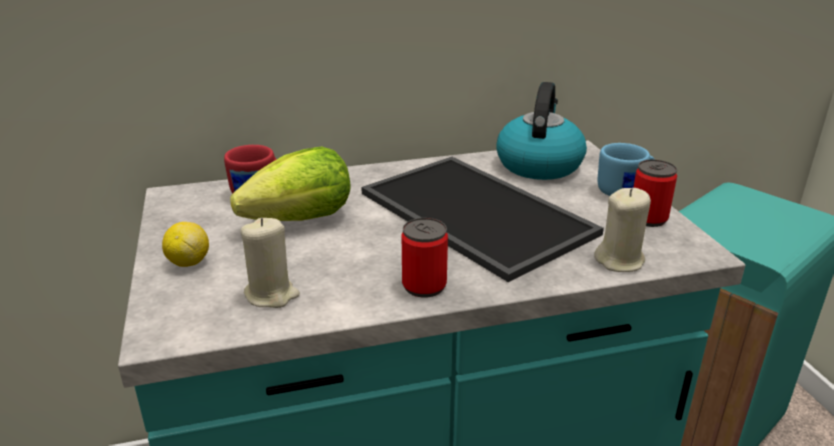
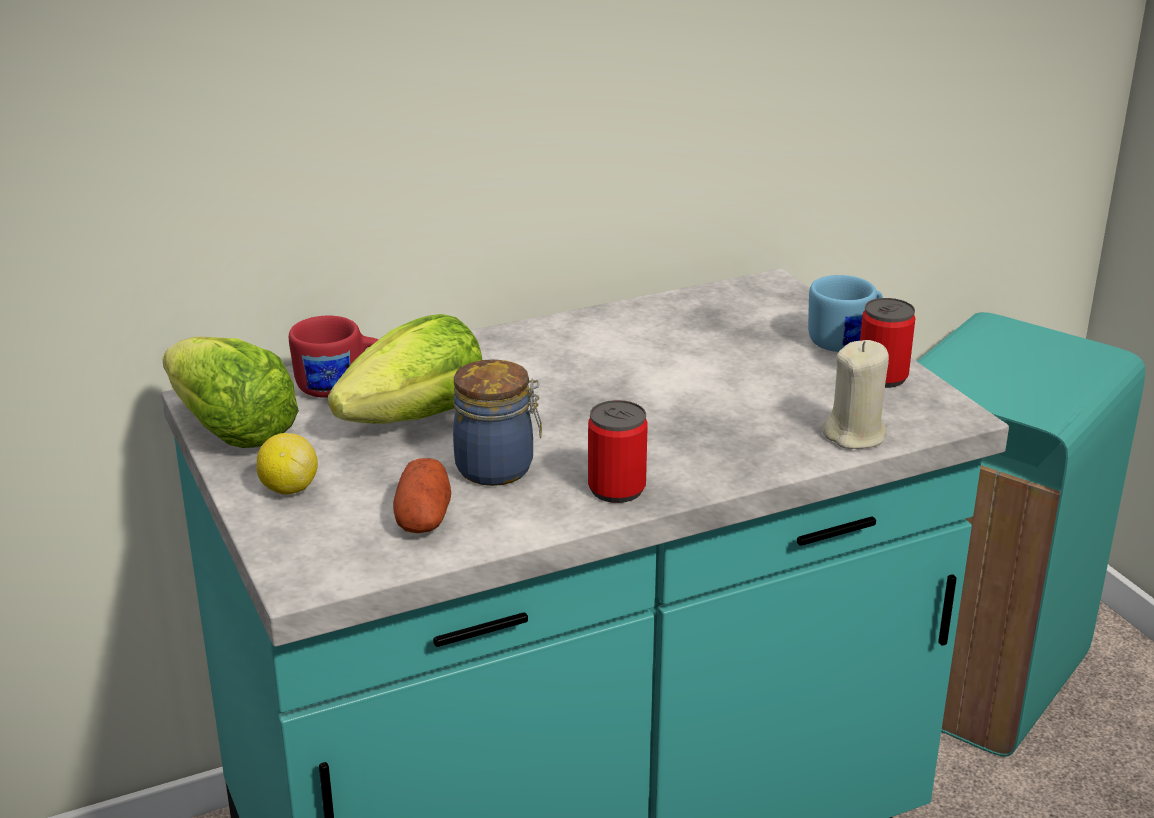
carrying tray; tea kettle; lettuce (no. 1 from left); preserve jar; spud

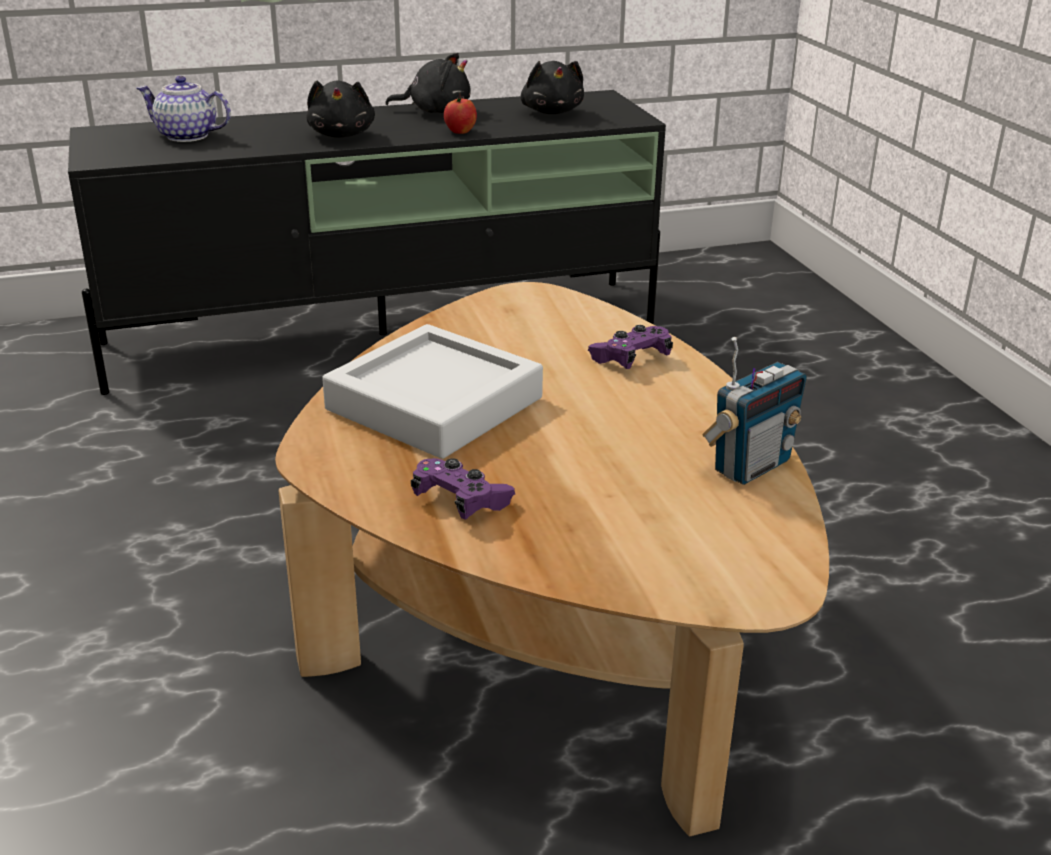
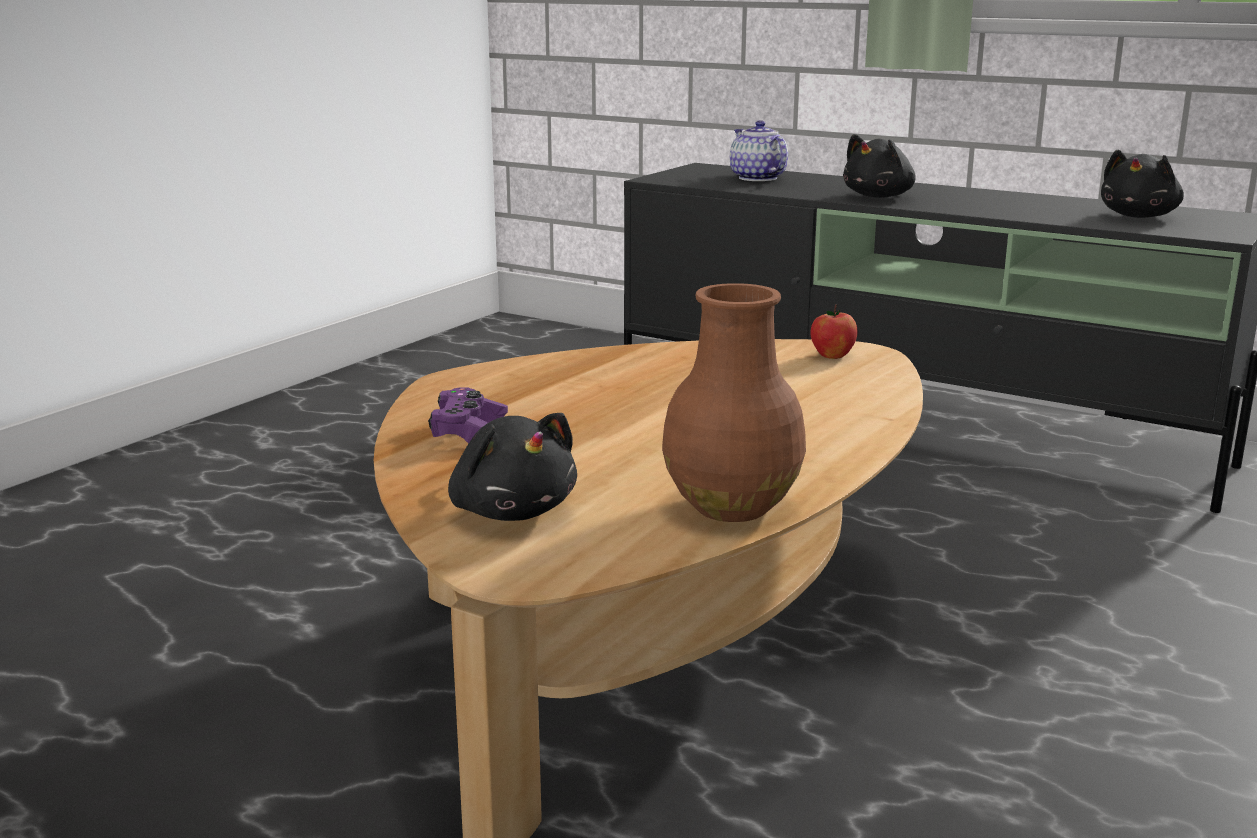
carrying tray in greyish; gamepad in purple-coloured (no. 2 from left in the first image); soft toy in black (no. 1 from left); apple; vase in brown-coloured

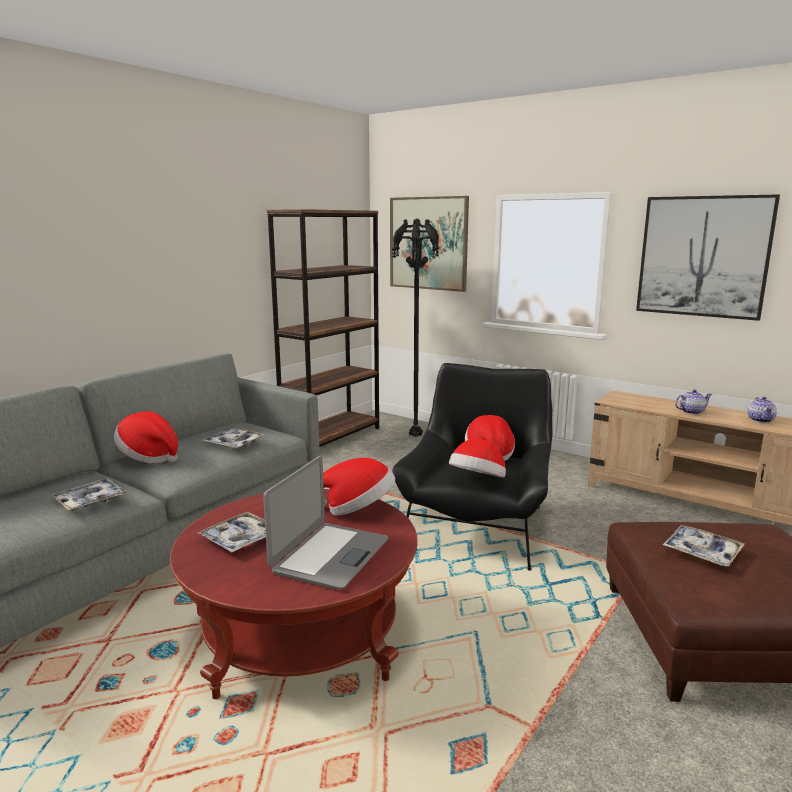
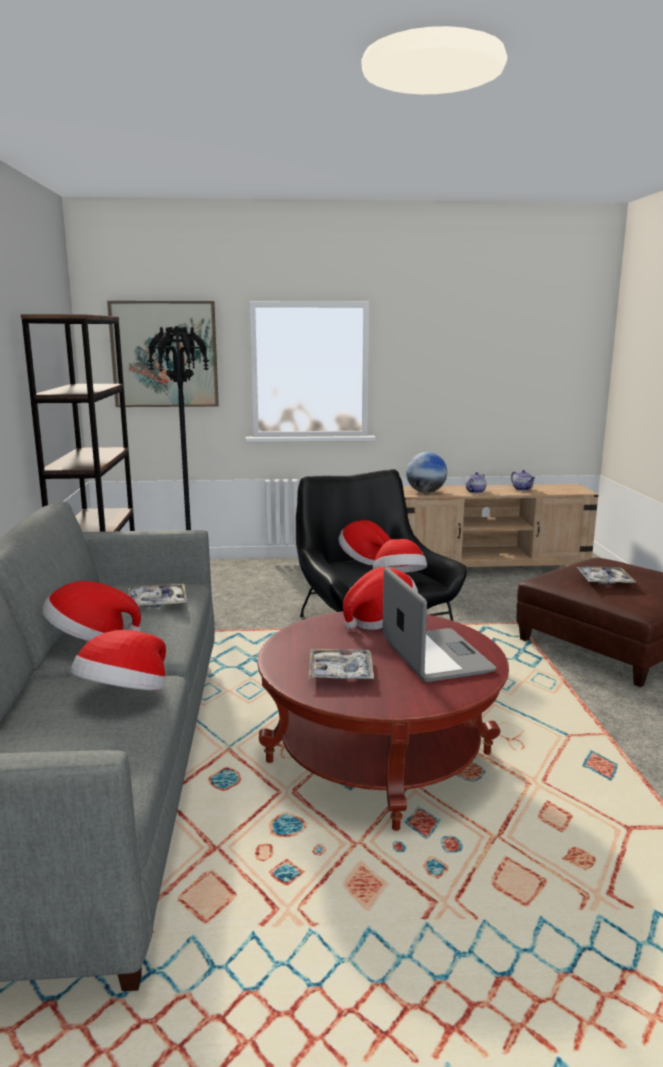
wall art (no. 2 from left in the first image); globe; clothing hat (no. 2 from left)

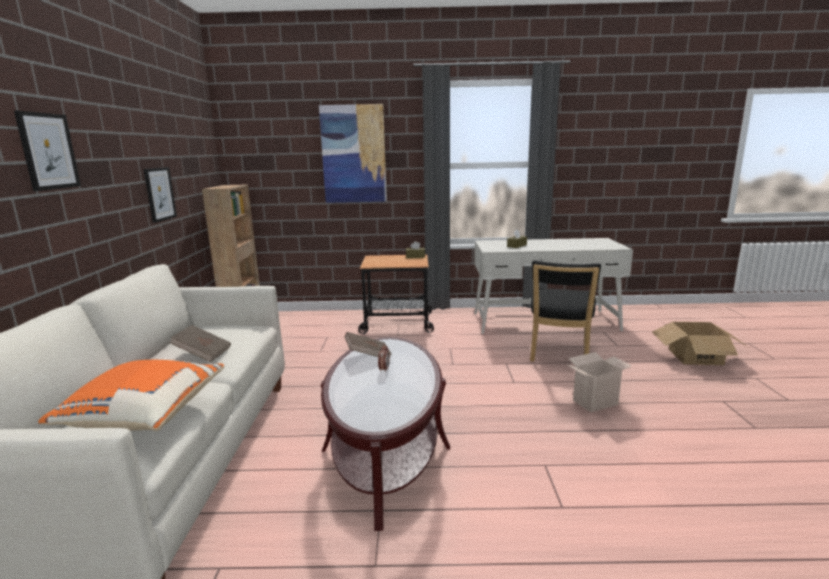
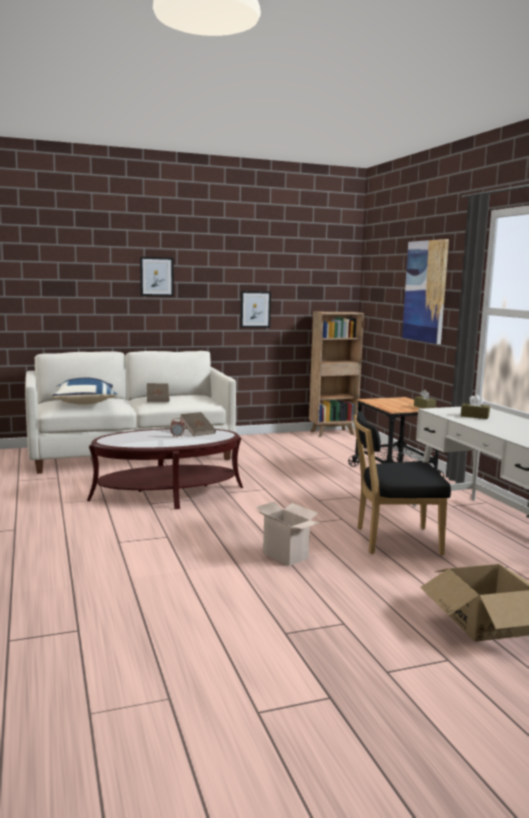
cushion in bluish

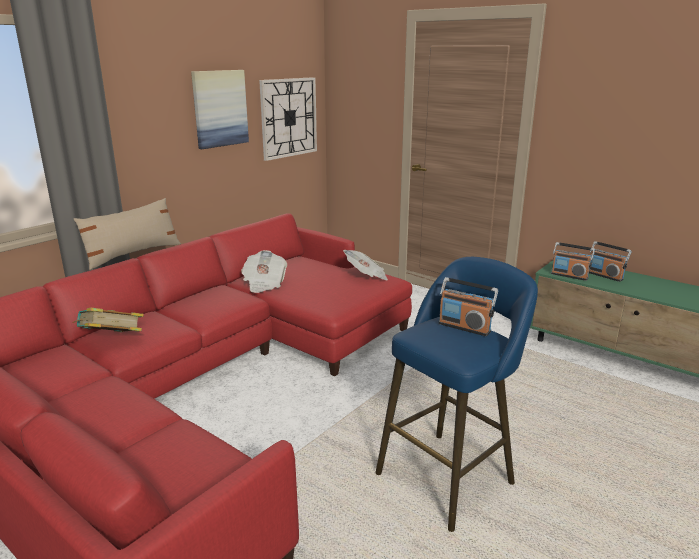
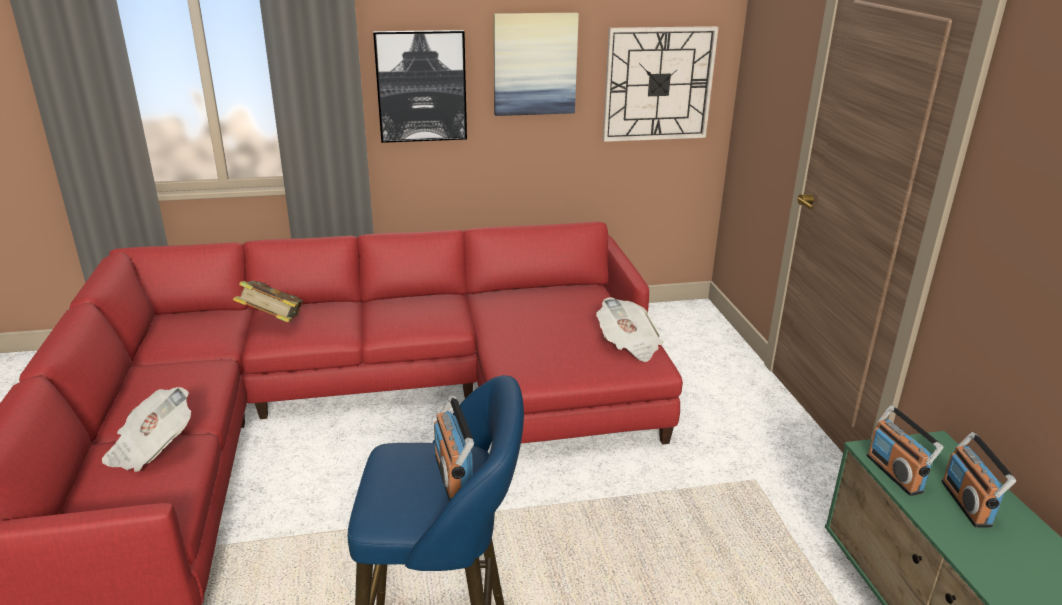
cushion in beige-coloured; wall art (no. 1 from left); daily paper (no. 1 from left)

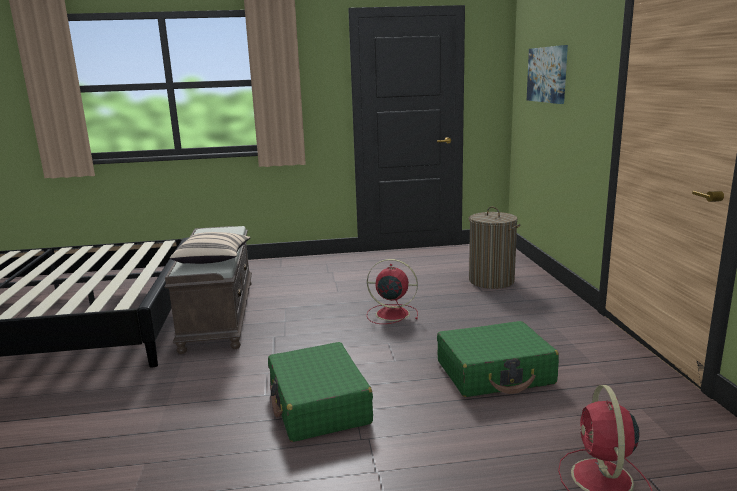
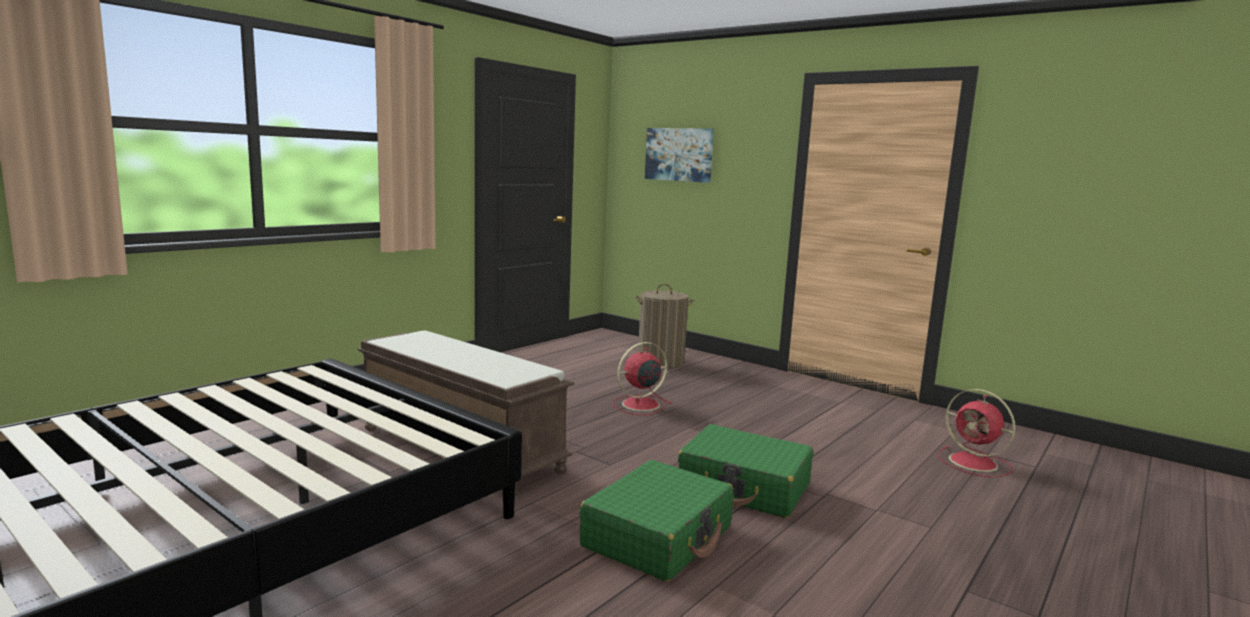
cushion in beige-coloured; travel case in greenish (no. 1 from left)

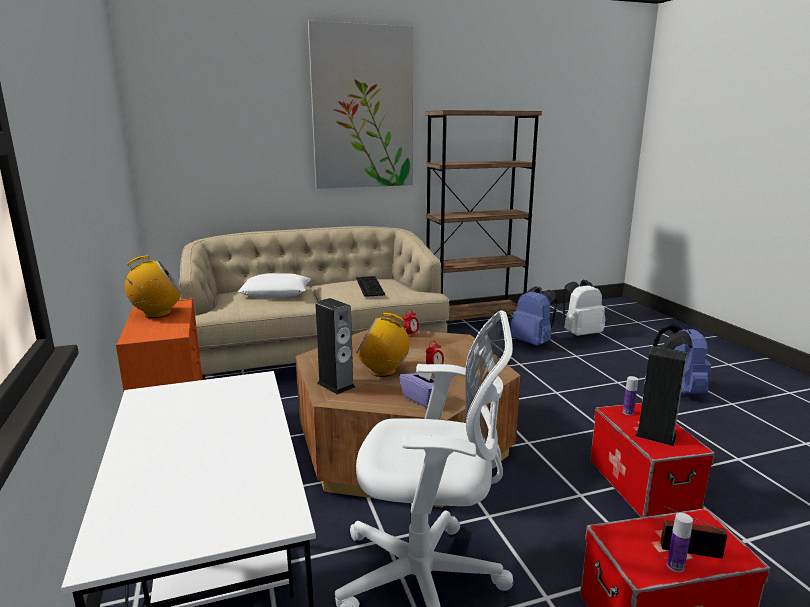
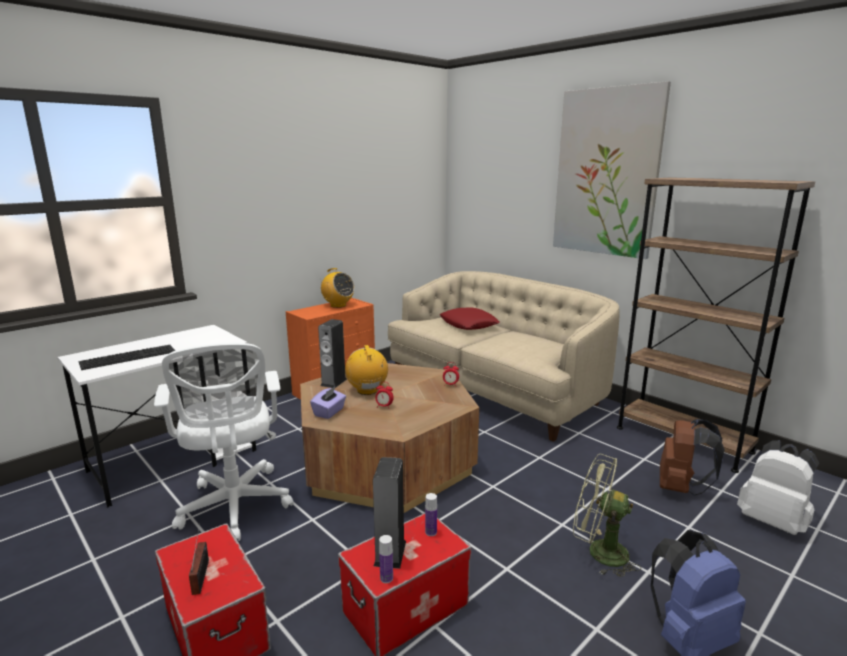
fan in greenish; keyboard; beverage bottle (no. 1 from left); cushion in reddish; knapsack in brown-coloured

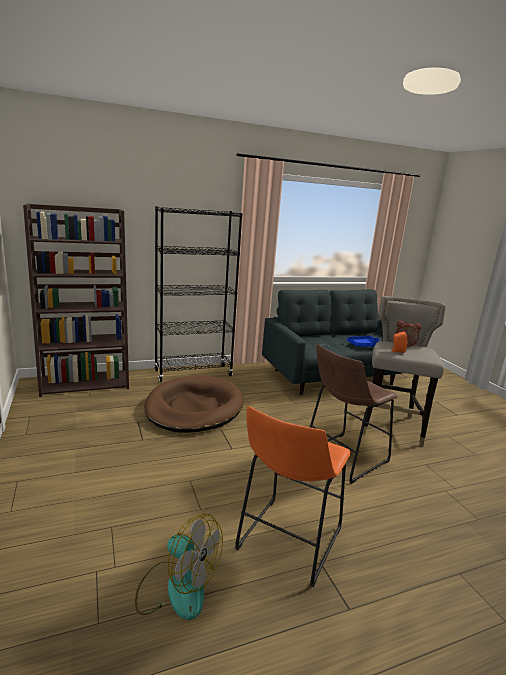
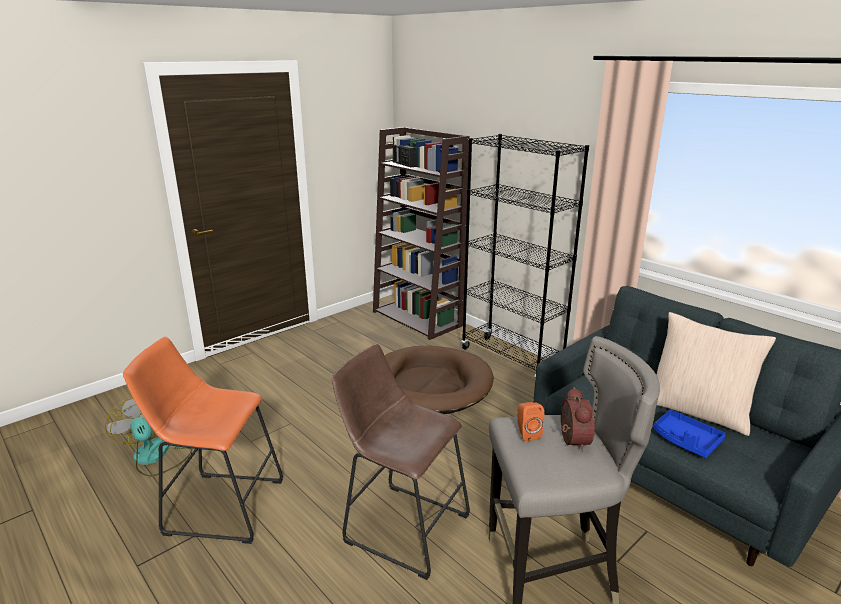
radio; cushion in beige-coloured; fan

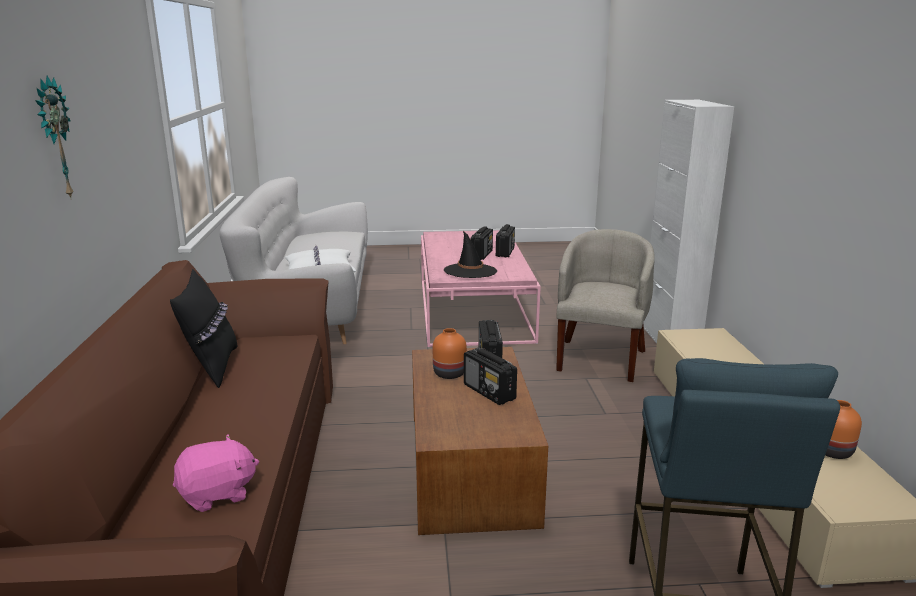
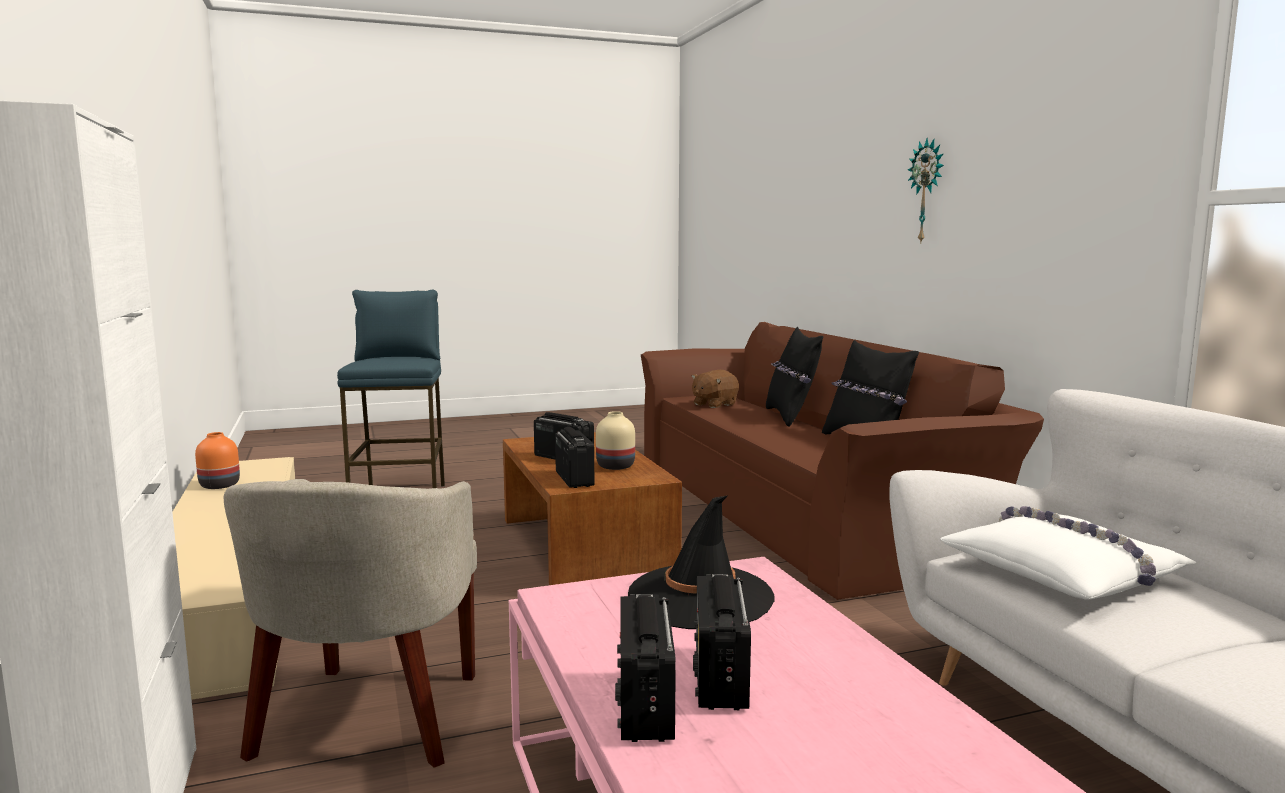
cushion in black (no. 1 from left); soft toy in brown-coloured; vase in beige-coloured

